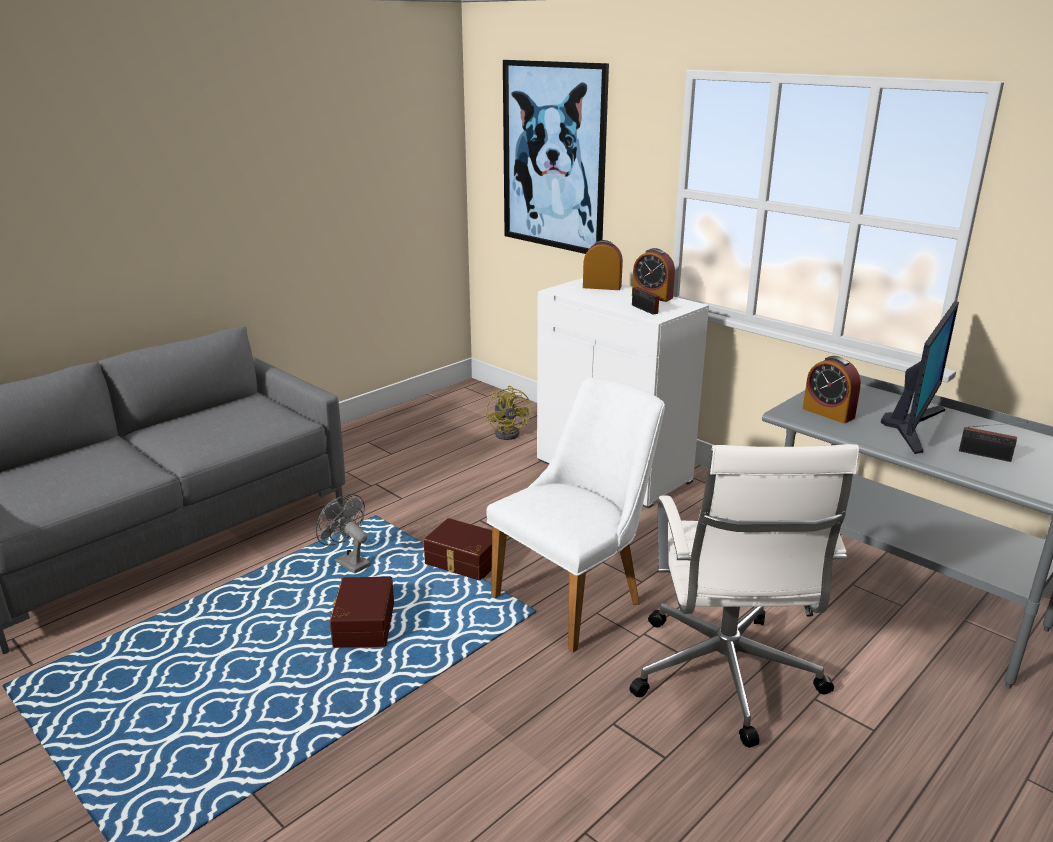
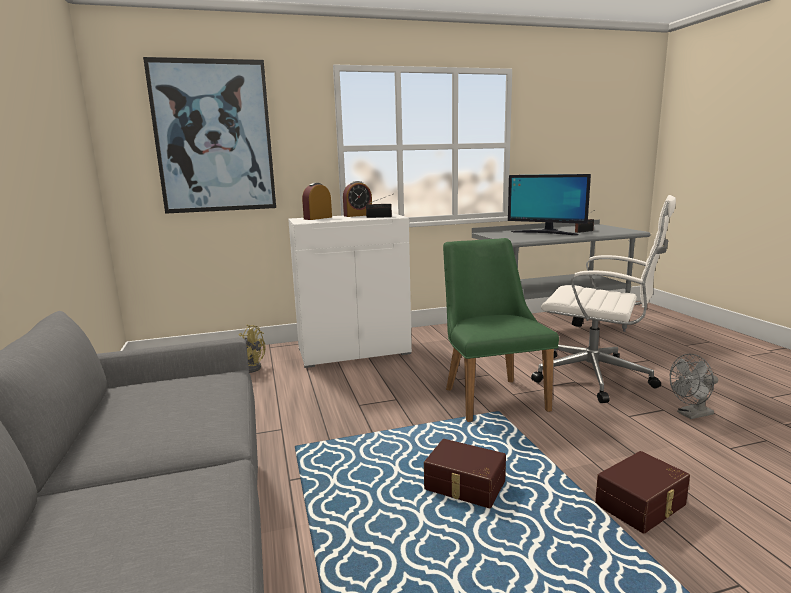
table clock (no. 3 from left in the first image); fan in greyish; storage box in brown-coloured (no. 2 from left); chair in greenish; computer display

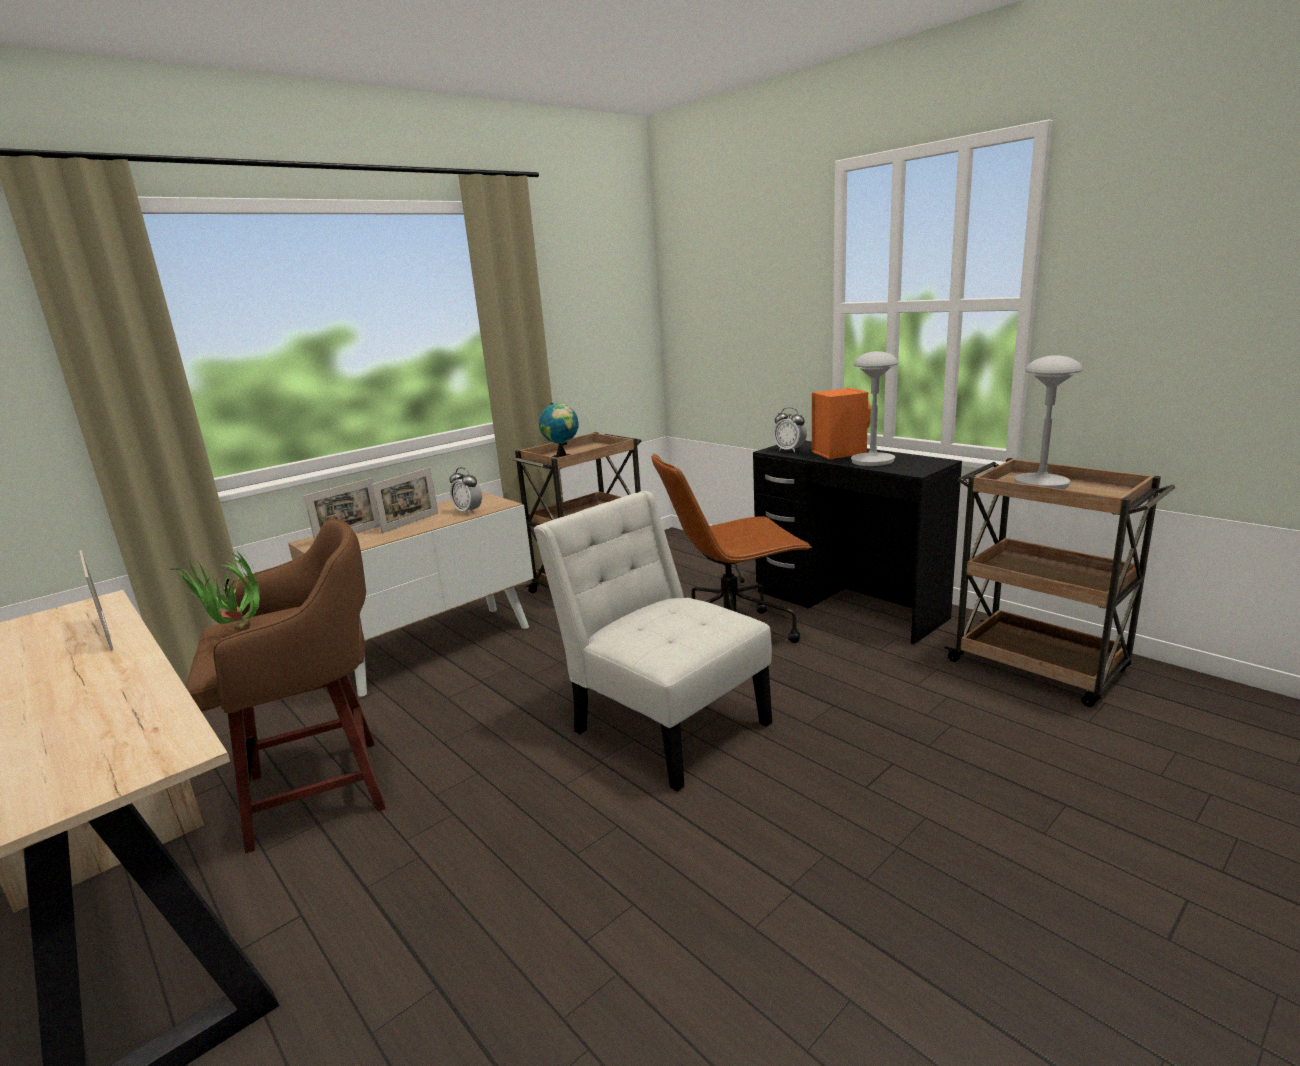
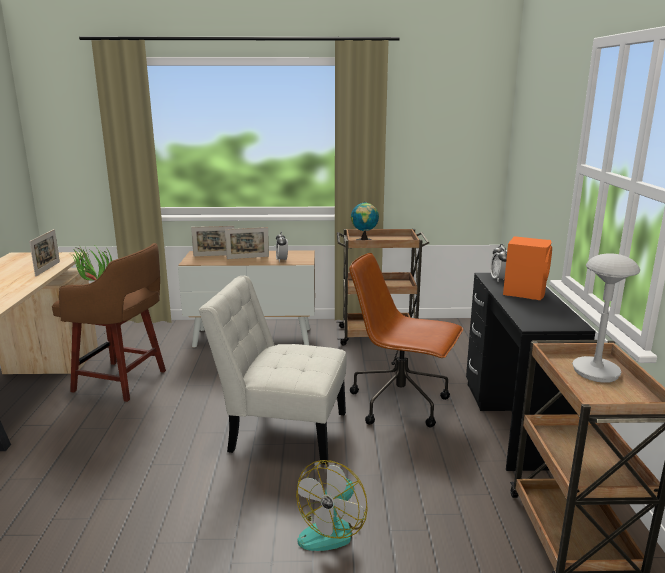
lamp for a table in greyish (no. 1 from left in the first image); fan; chair in white

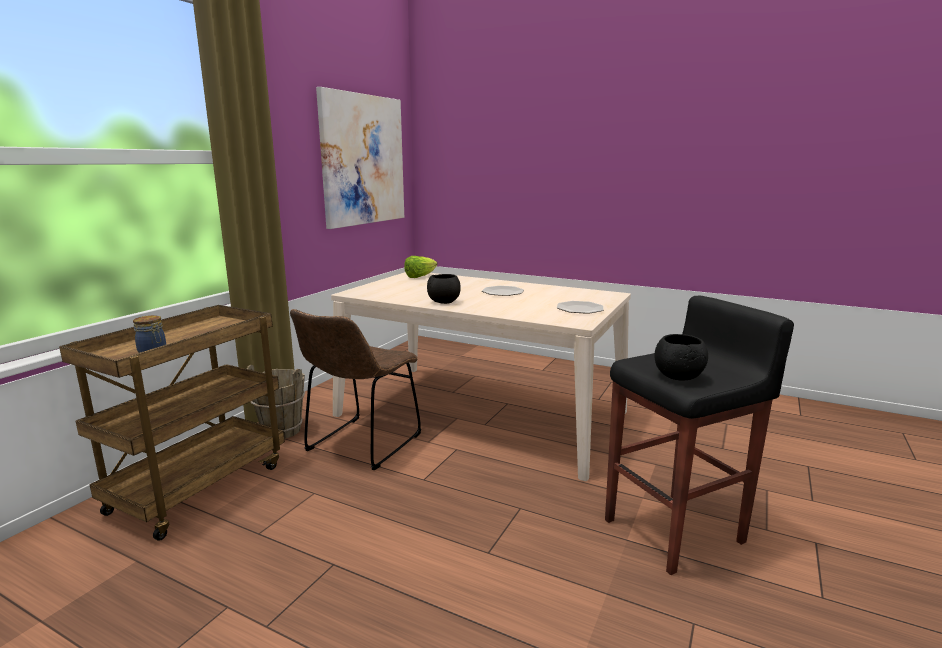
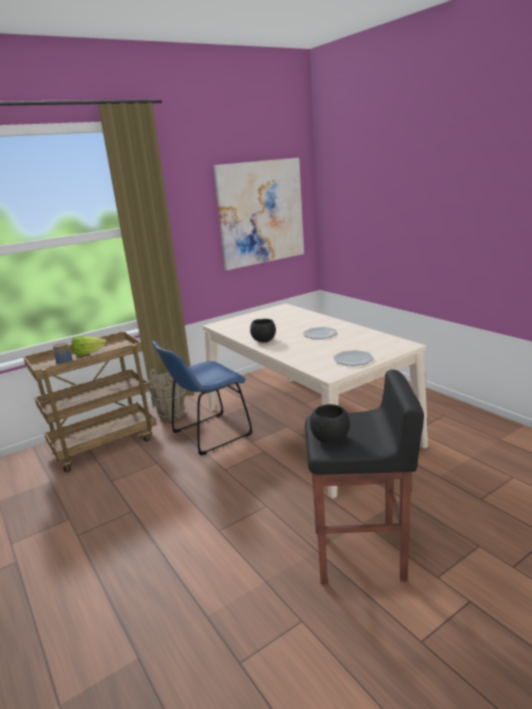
lettuce; chair in bluish

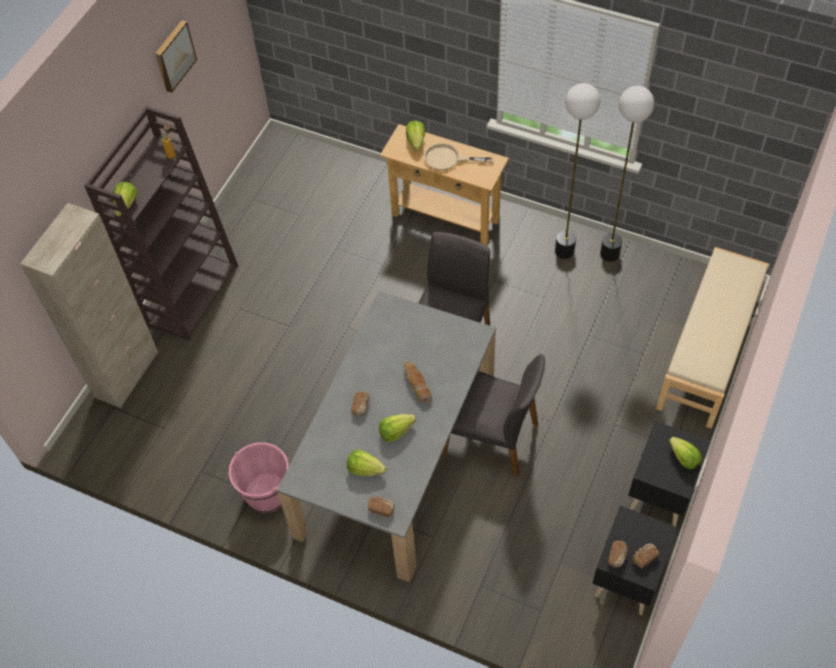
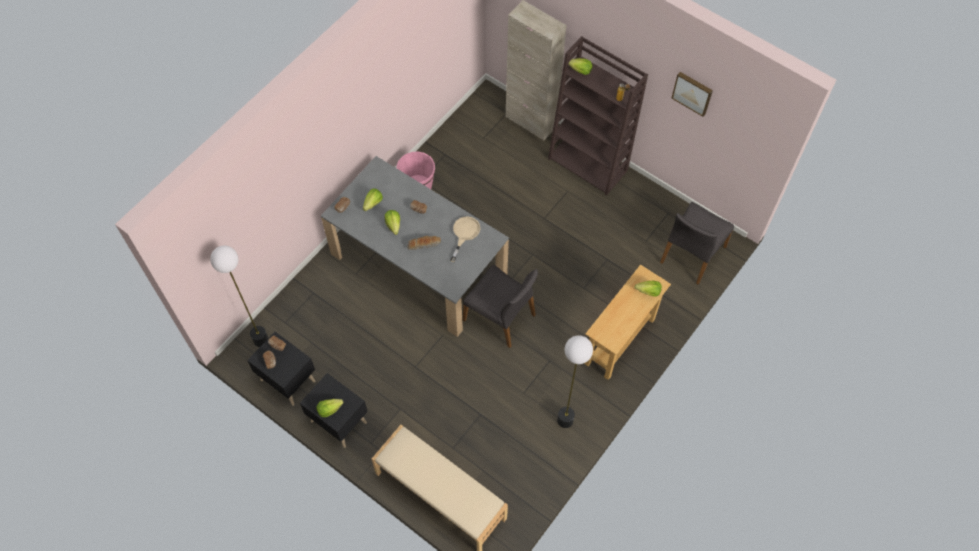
frying pan in beige-coloured; chair in greyish (no. 2 from left); floor lamp (no. 1 from left)

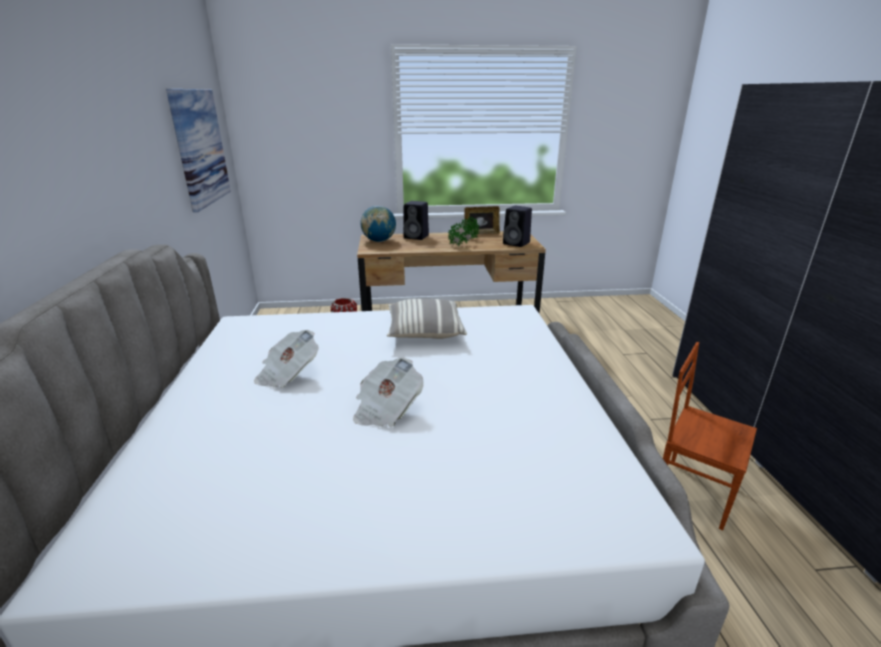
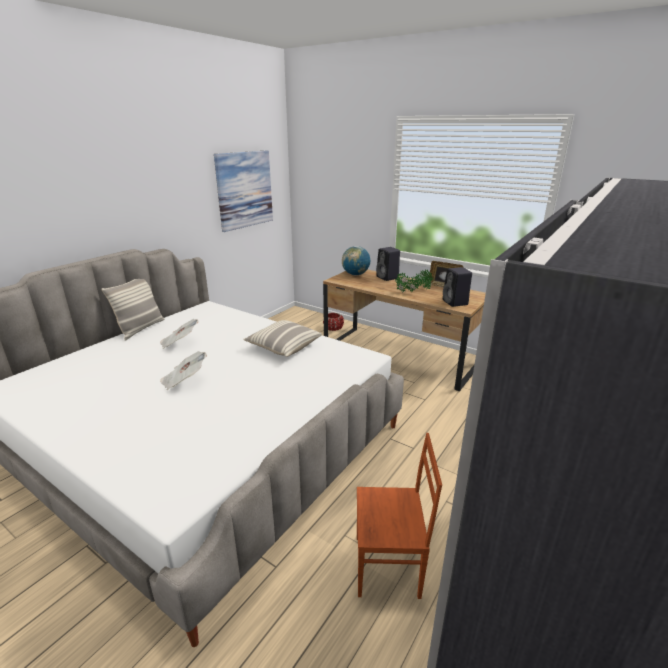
cushion (no. 1 from left); chair in brown-coloured

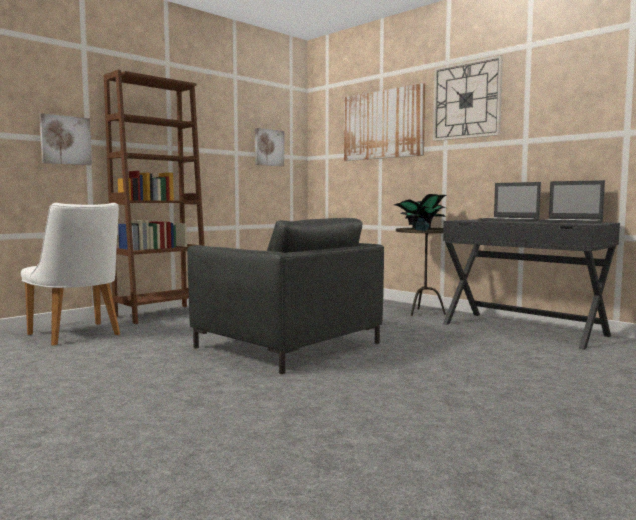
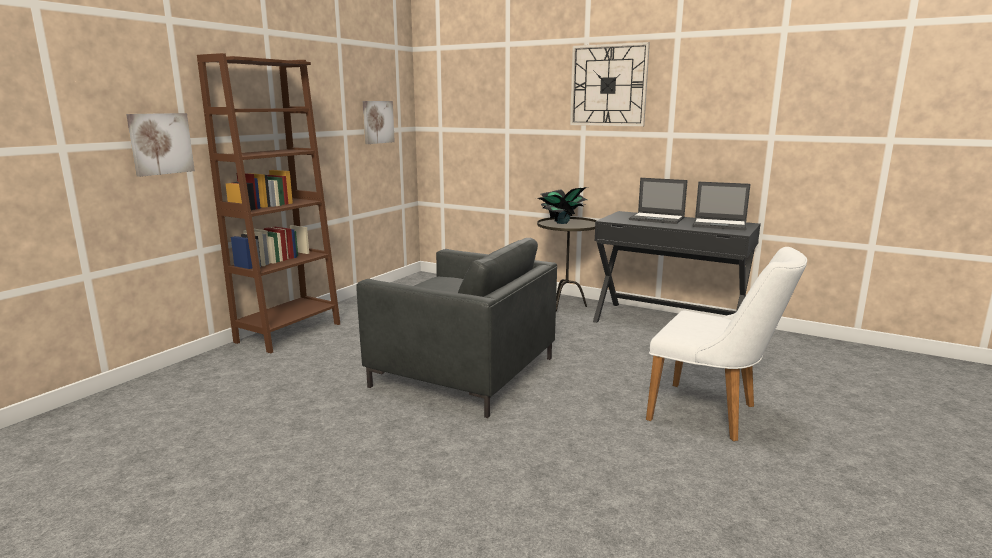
wall art (no. 3 from left in the first image); chair in white

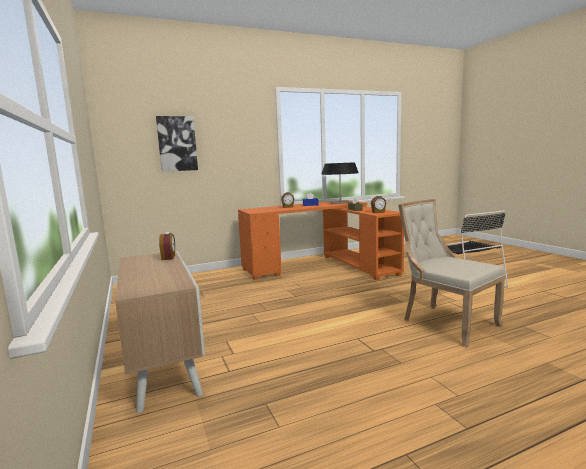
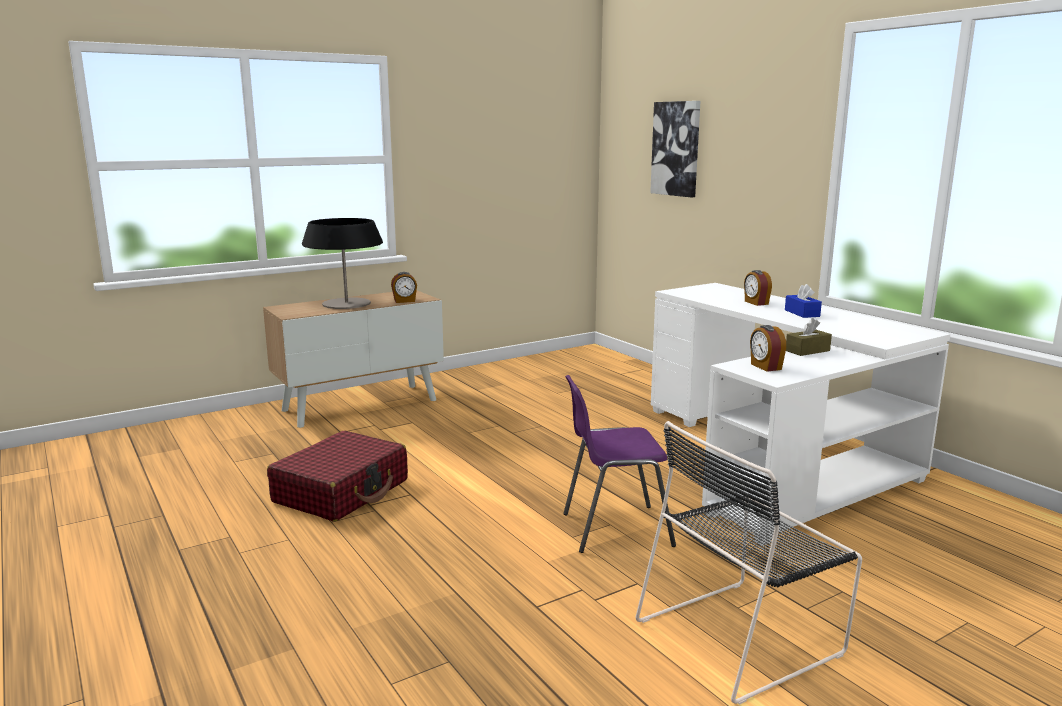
chair in beige-coloured; travel case in reddish; chair in purple-coloured; lamp for a table; desk in white

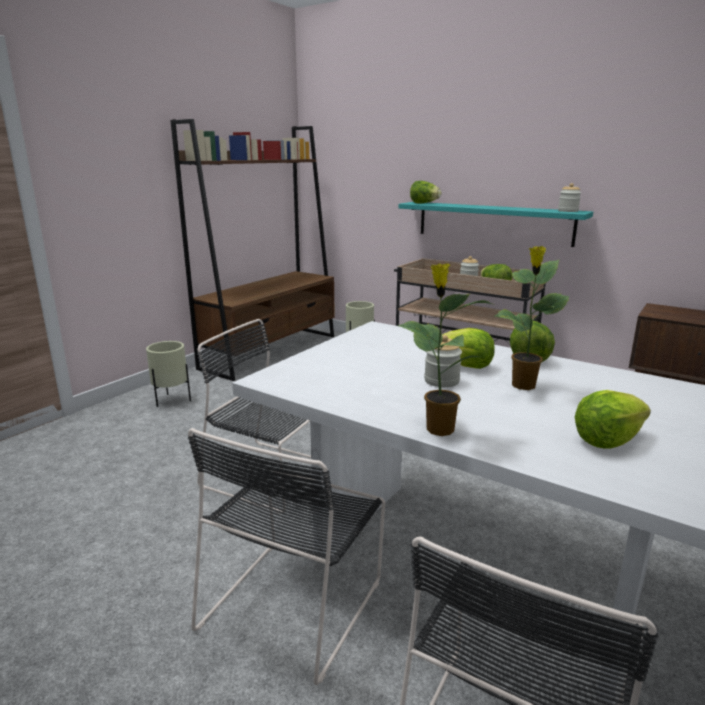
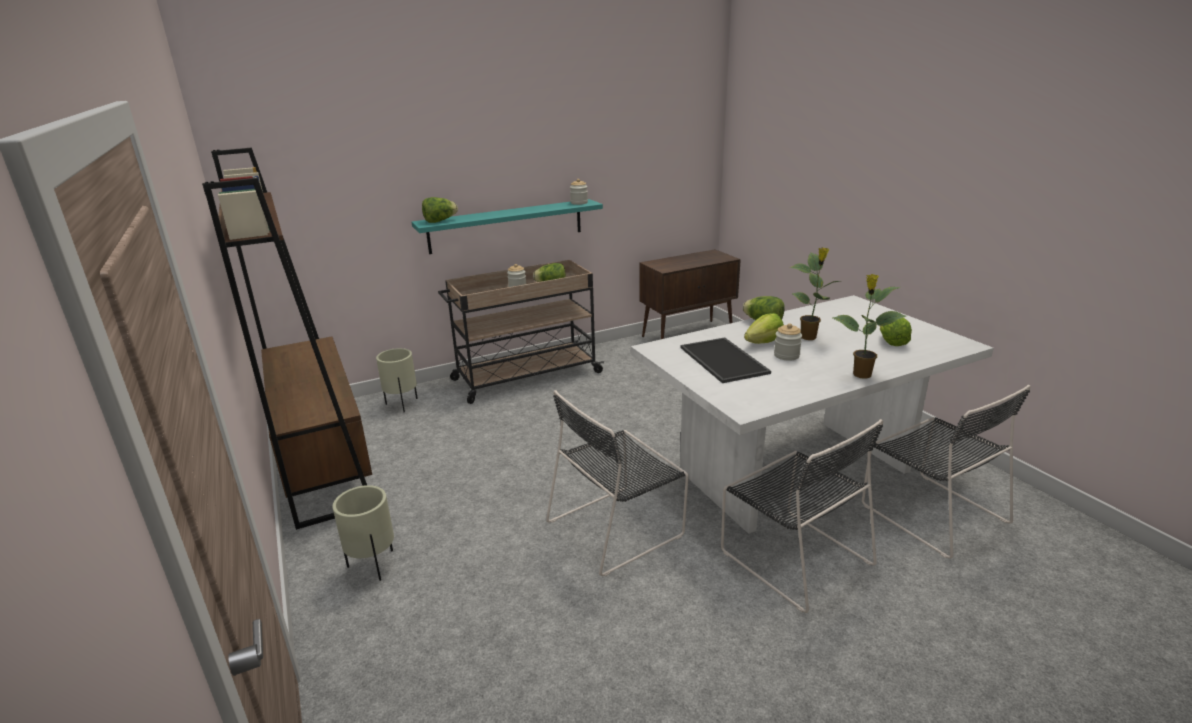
carrying tray

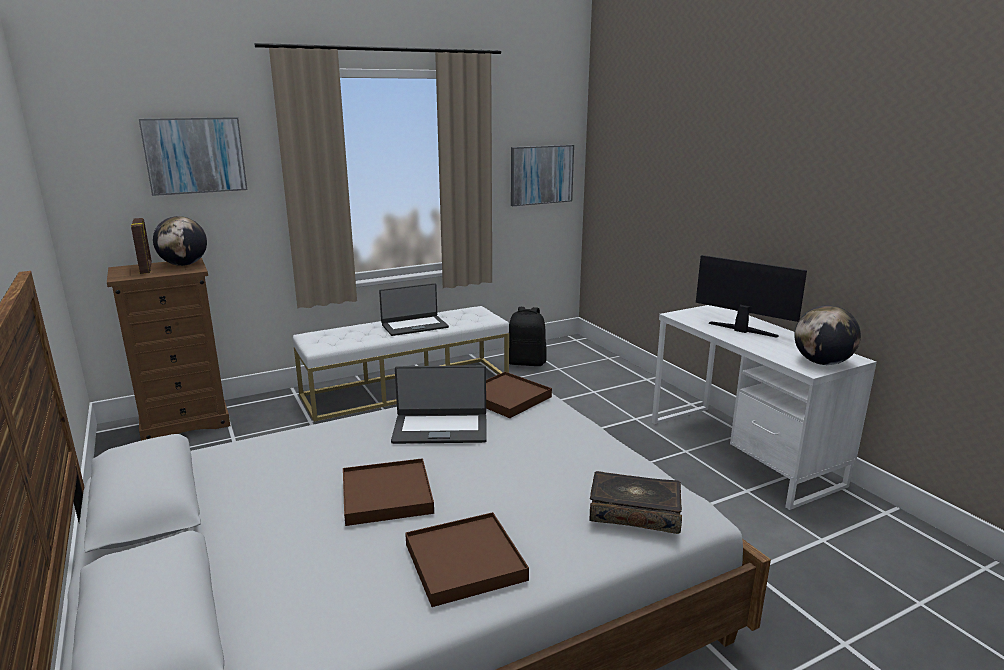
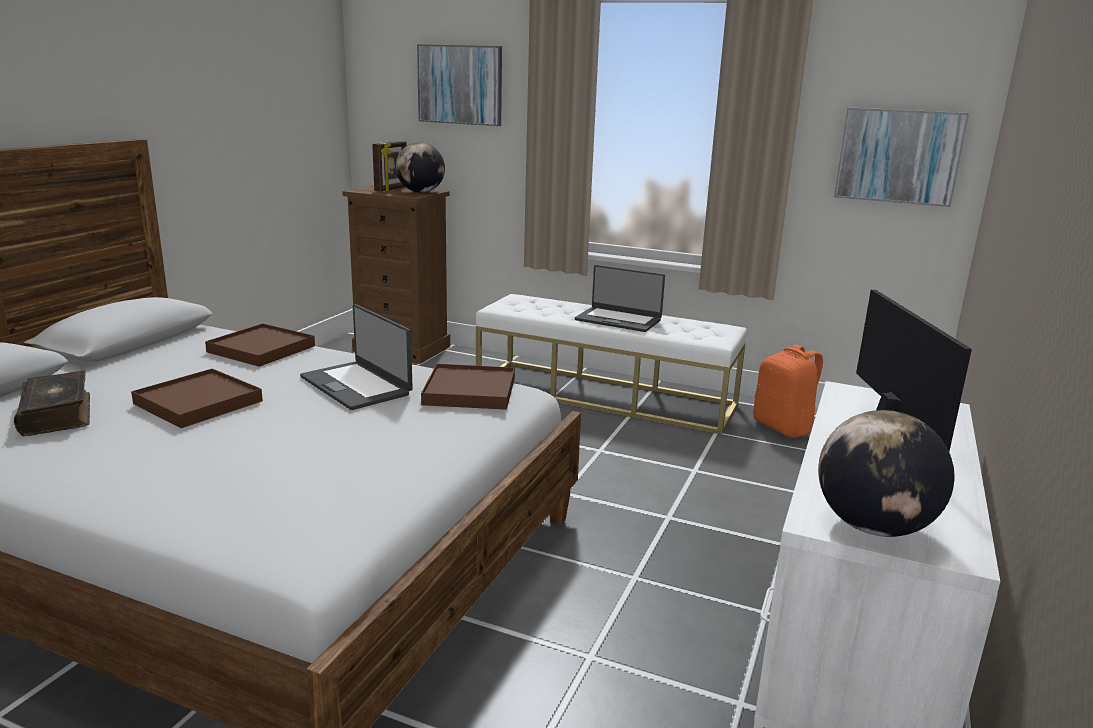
carrying tray in brown-coloured (no. 2 from left); bound book; knapsack in orange-coloured

